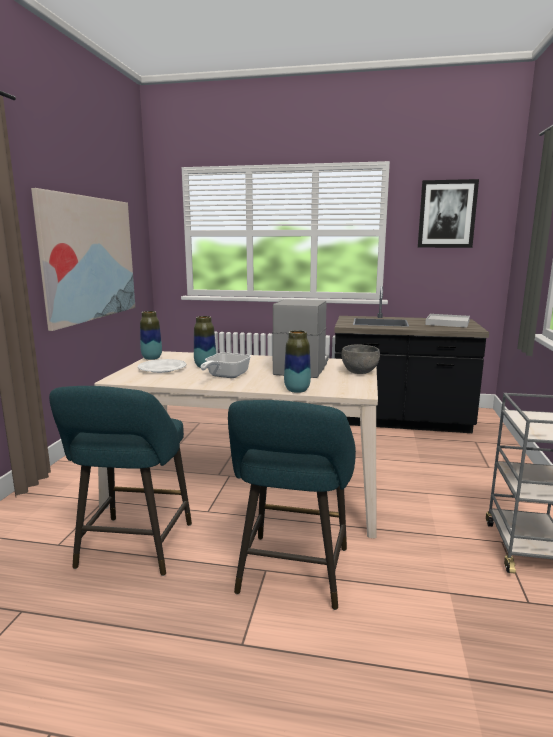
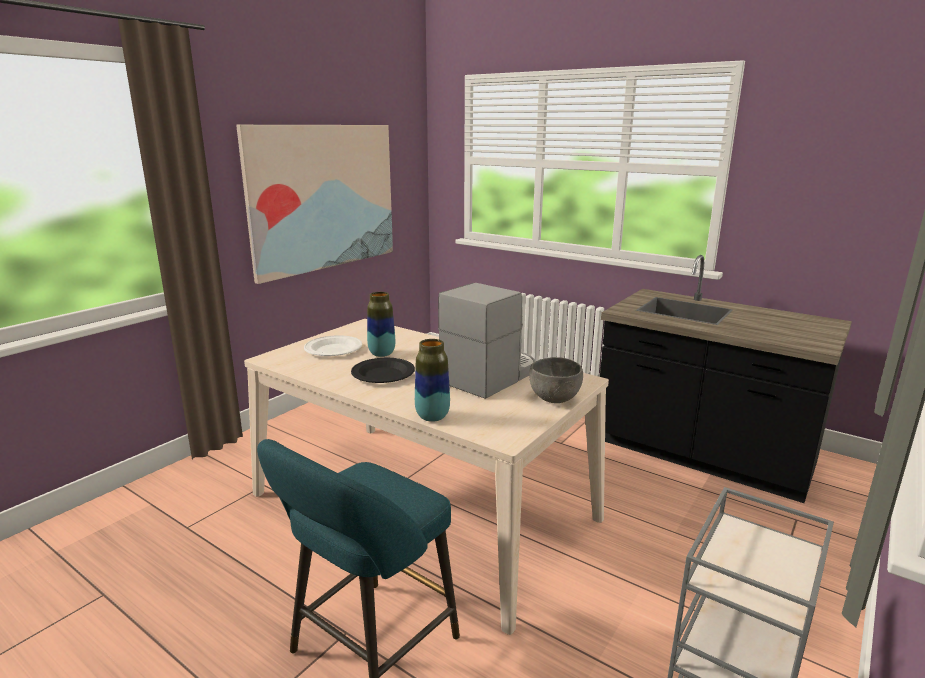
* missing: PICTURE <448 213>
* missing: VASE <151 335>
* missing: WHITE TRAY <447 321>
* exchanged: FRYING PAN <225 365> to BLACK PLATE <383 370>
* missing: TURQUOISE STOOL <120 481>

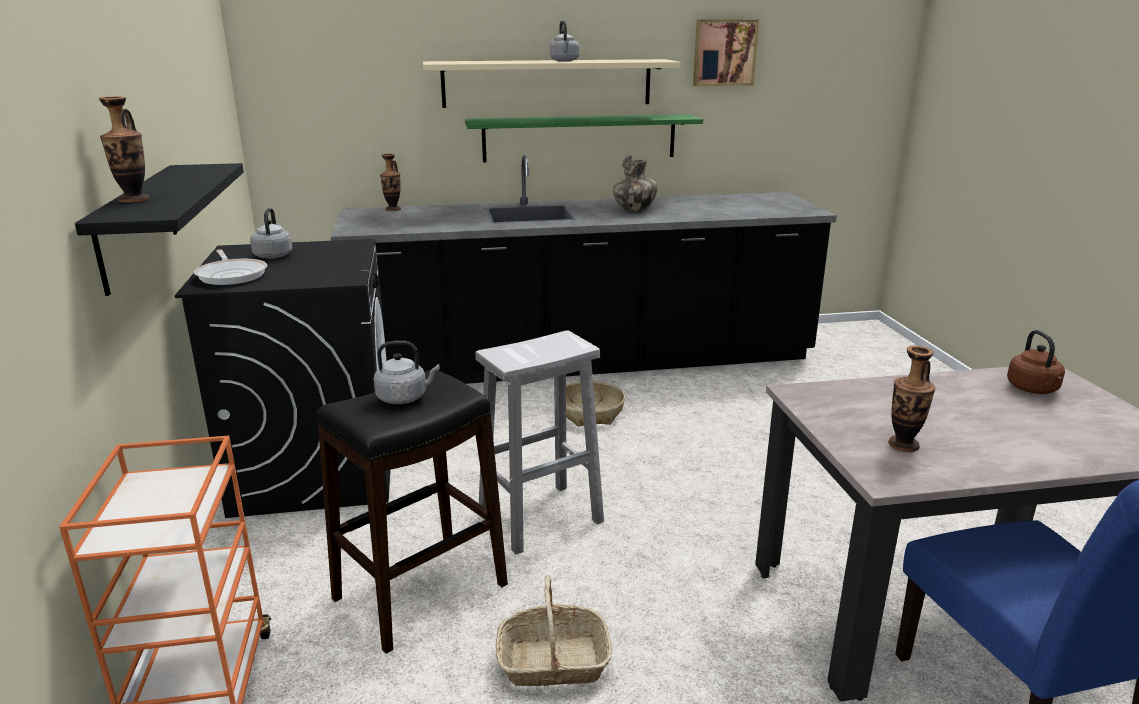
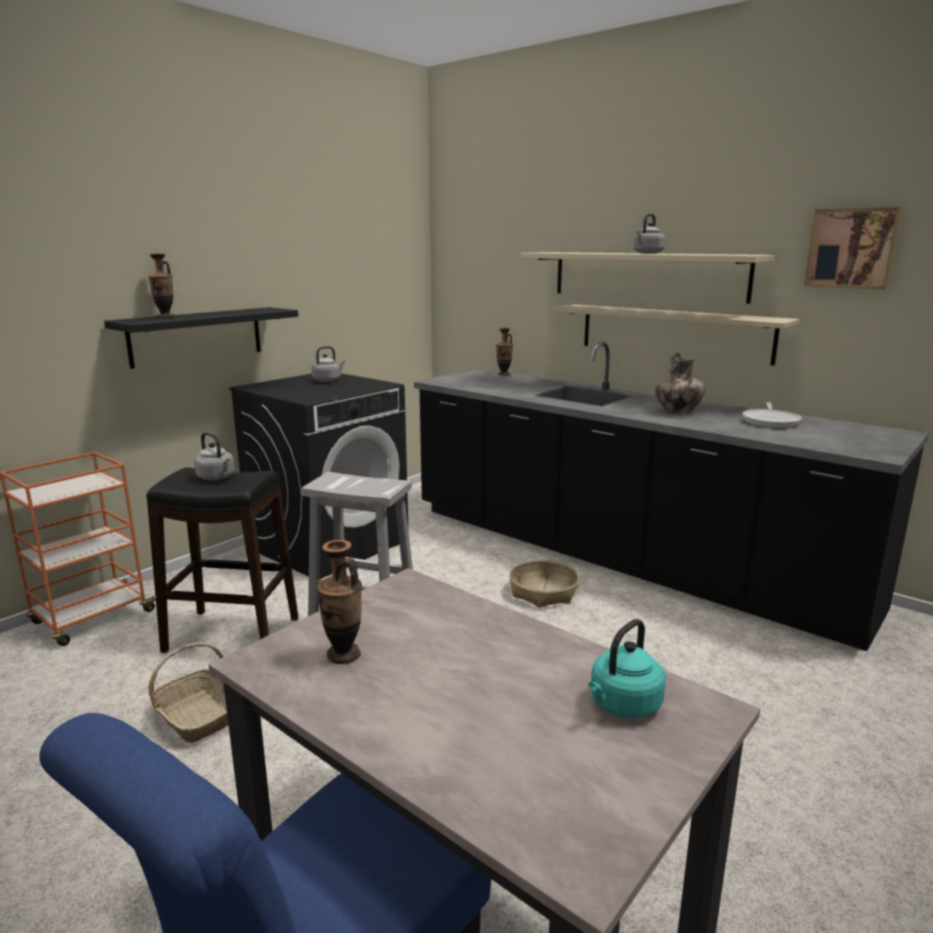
* colour: GREEN SHELF <584 138> to BEIGE SHELF <676 335>
* relocated: FRYING PAN <230 267> to <772 415>
* colour: BROWN KETTLE <1036 362> to TURQUOISE KETTLE <627 668>

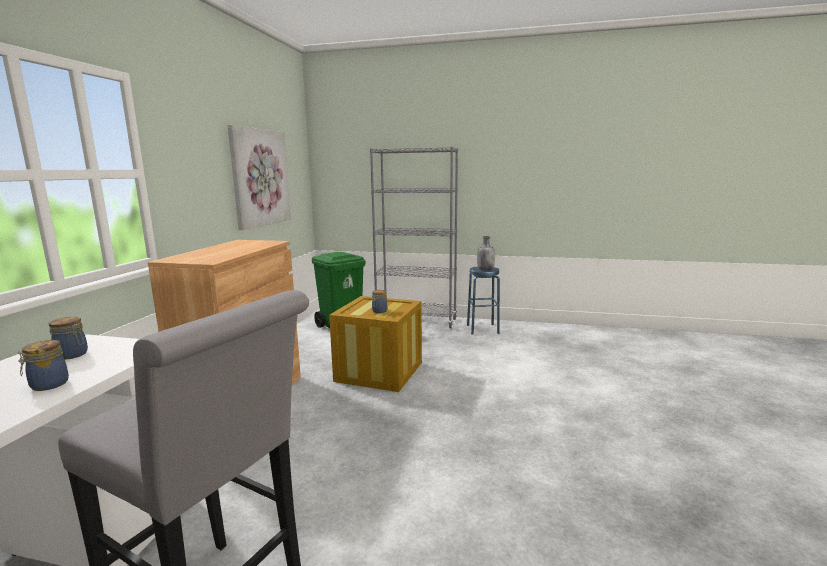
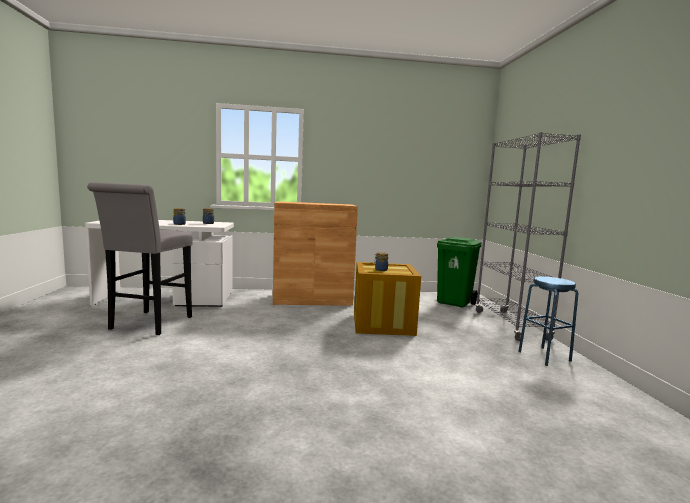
* missing: PICTURE <259 177>
* missing: GREY BOTTLE <486 253>

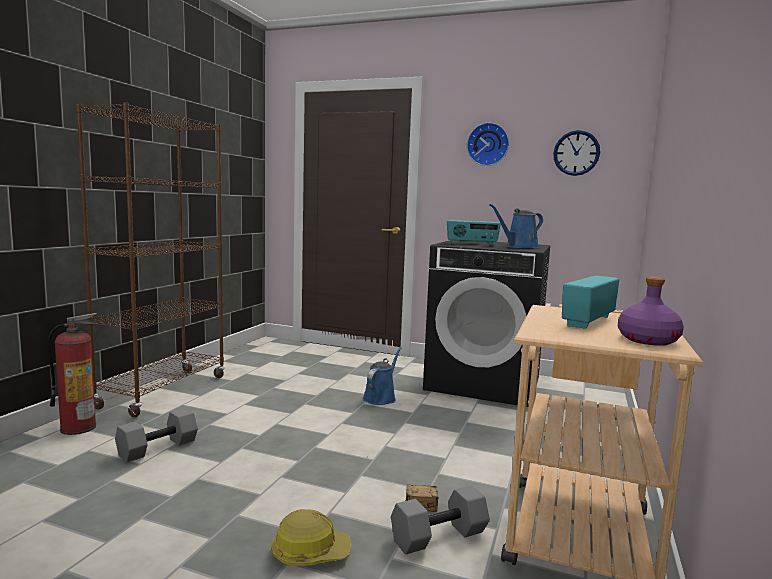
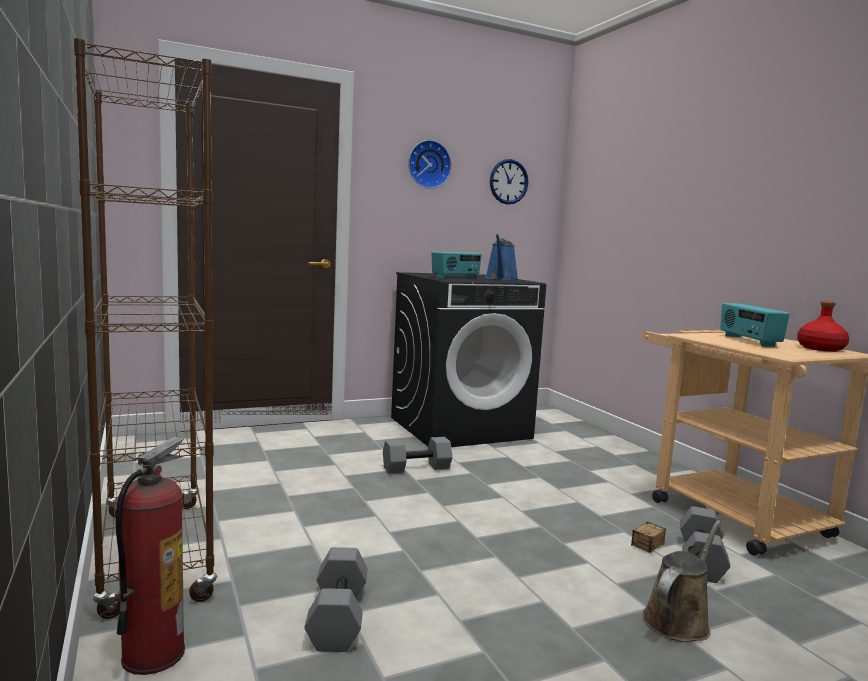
* colour: PURPLE BOTTLE <651 311> to RED BOTTLE <823 326>
* exchanged: BLUE WATERING CAN <382 376> to GREY DUMBBELL <417 455>
* exchanged: HARD HAT <311 537> to BROWN WATERING CAN <681 581>

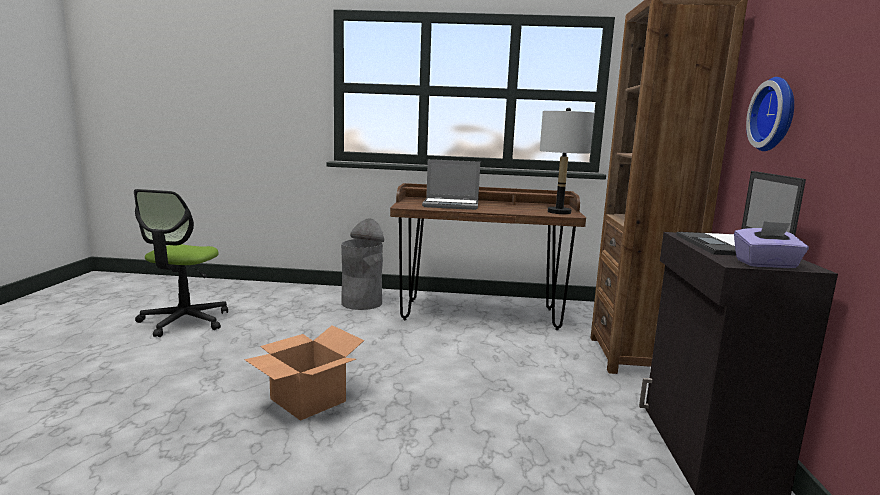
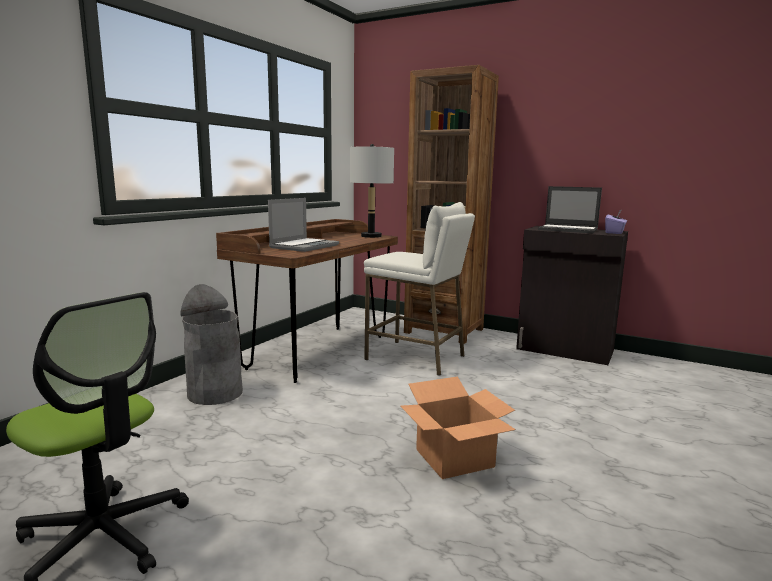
* missing: WALL CLOCK <770 114>
* appeared: WHITE STOOL <419 289>

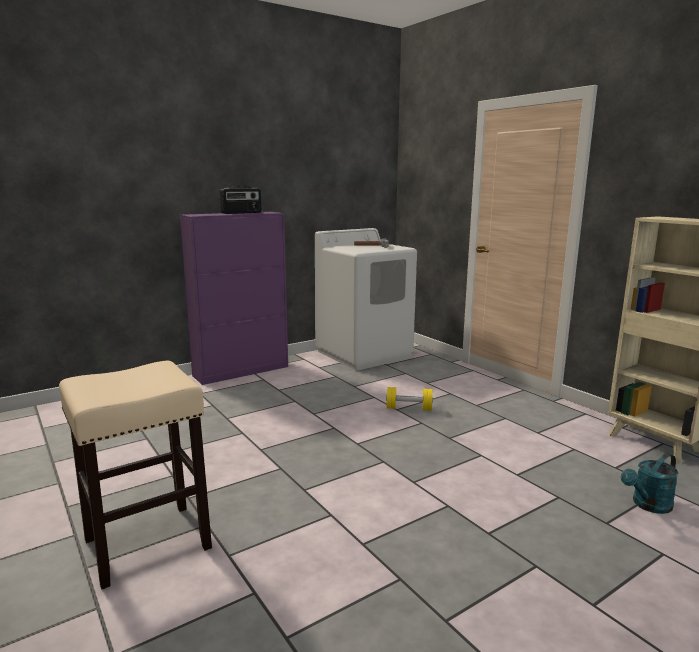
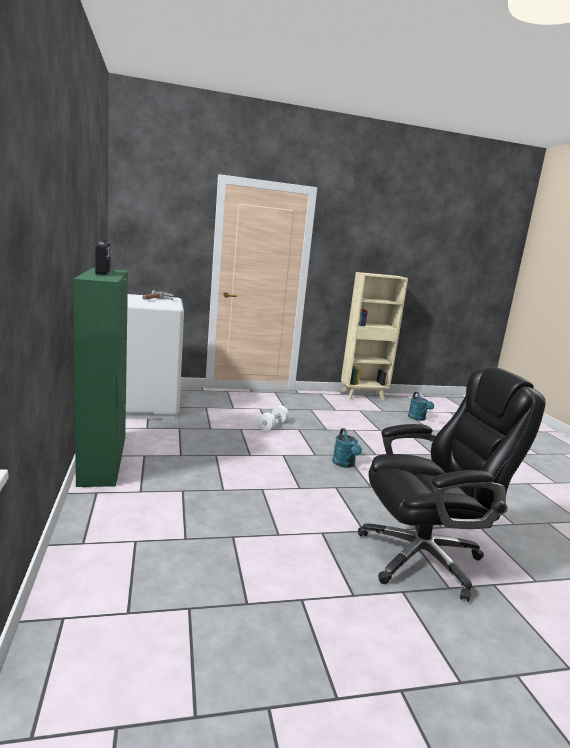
* colour: PURPLE CABINET <234 298> to GREEN CABINET <100 377>
* exchanged: BEIGE STOOL <135 475> to BLACK OFFICE CHAIR <452 484>
* colour: YELLOW DUMBBELL <409 399> to WHITE DUMBBELL <273 418>
* appeared: TURQUOISE WATERING CAN <347 448>

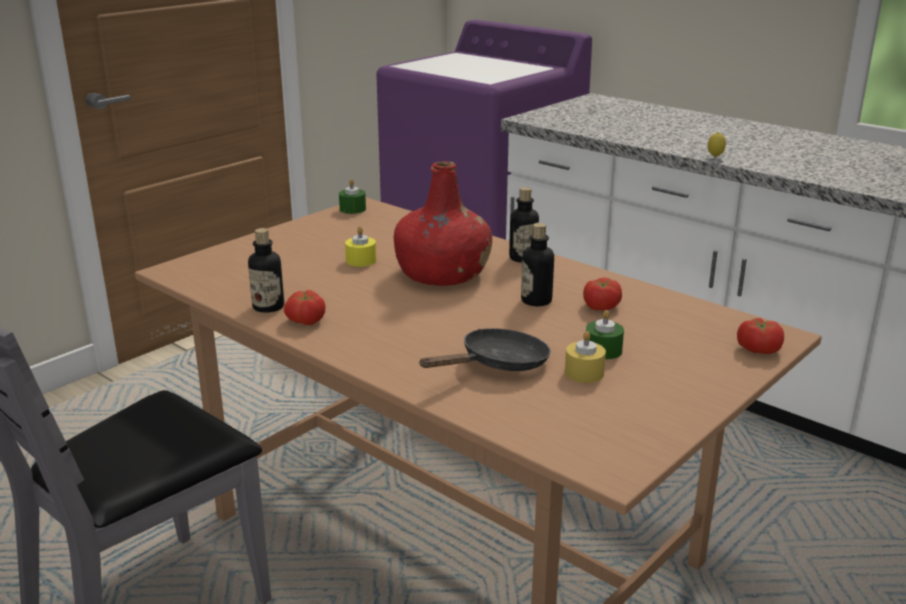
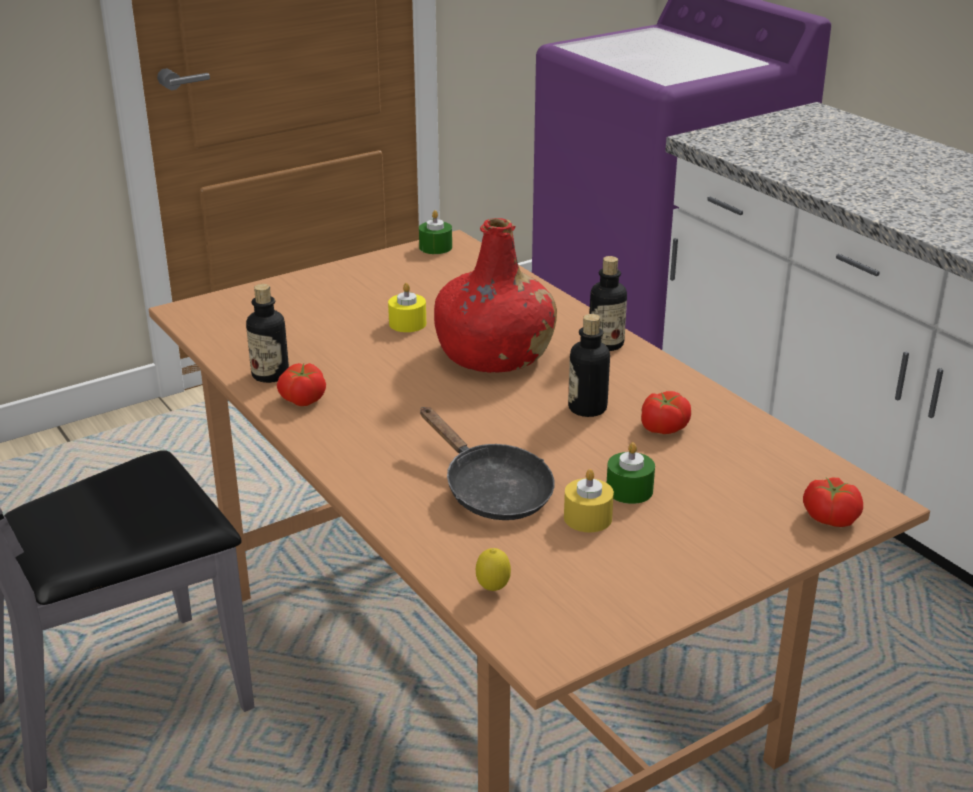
* relocated: LEMON <717 144> to <493 569>
* spun: BLACK FRYING PAN <485 349> = <487 463> 75 degrees clockwise

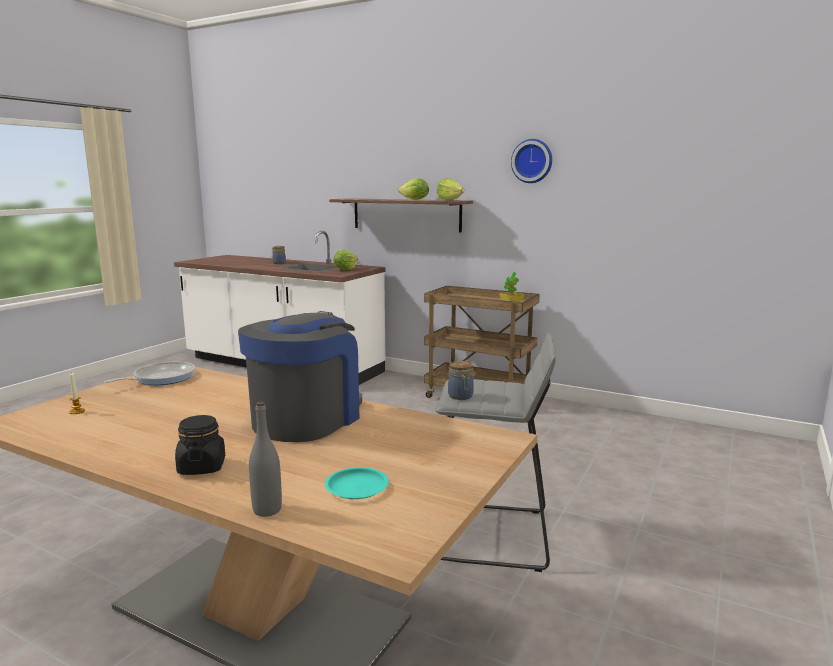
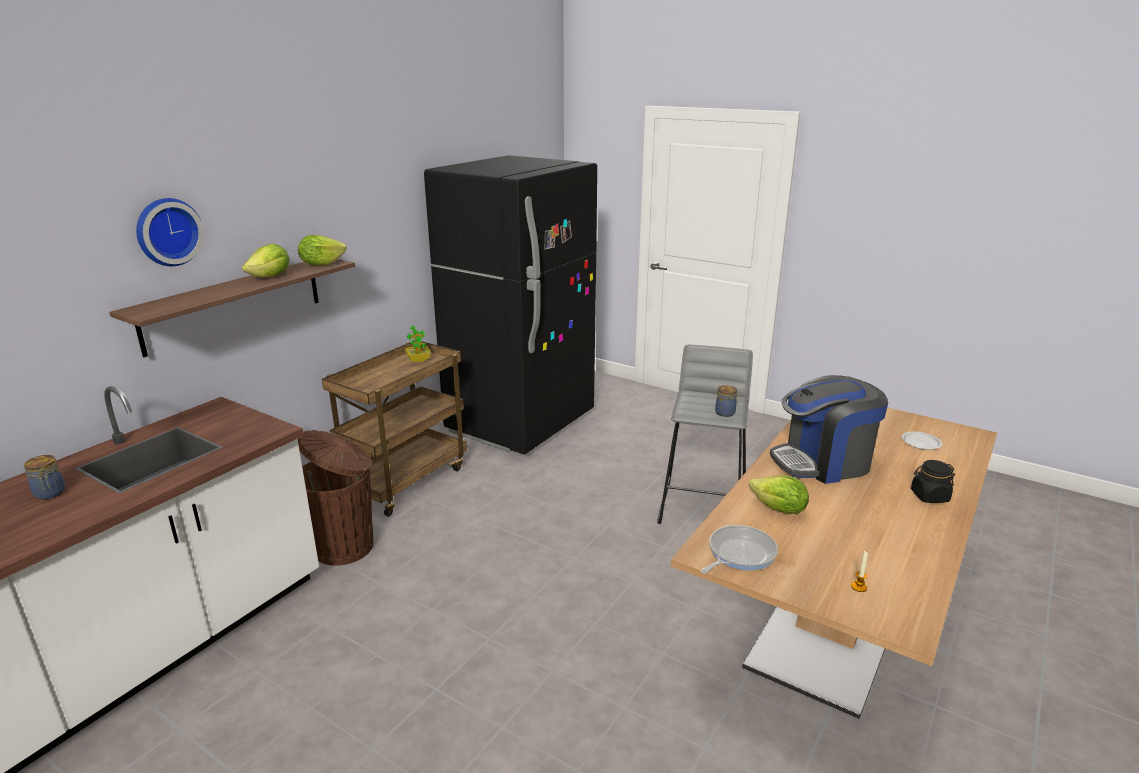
* relocated: WALL CLOCK <531 161> to <170 232>
* relocated: LETTUCE <345 260> to <779 494>
* spun: COFFEE MACHINE <300 376> = <829 429> 45 degrees counterclockwise
* spun: FRYING PAN <150 373> = <739 549> 90 degrees clockwise
* missing: GREY BOTTLE <265 459>
* colour: TURQUOISE PLATE <357 483> to WHITE PLATE <922 440>
* appeared: BLACK FRIDGE <510 305>
* appeared: BROWN TRASH CAN <335 498>

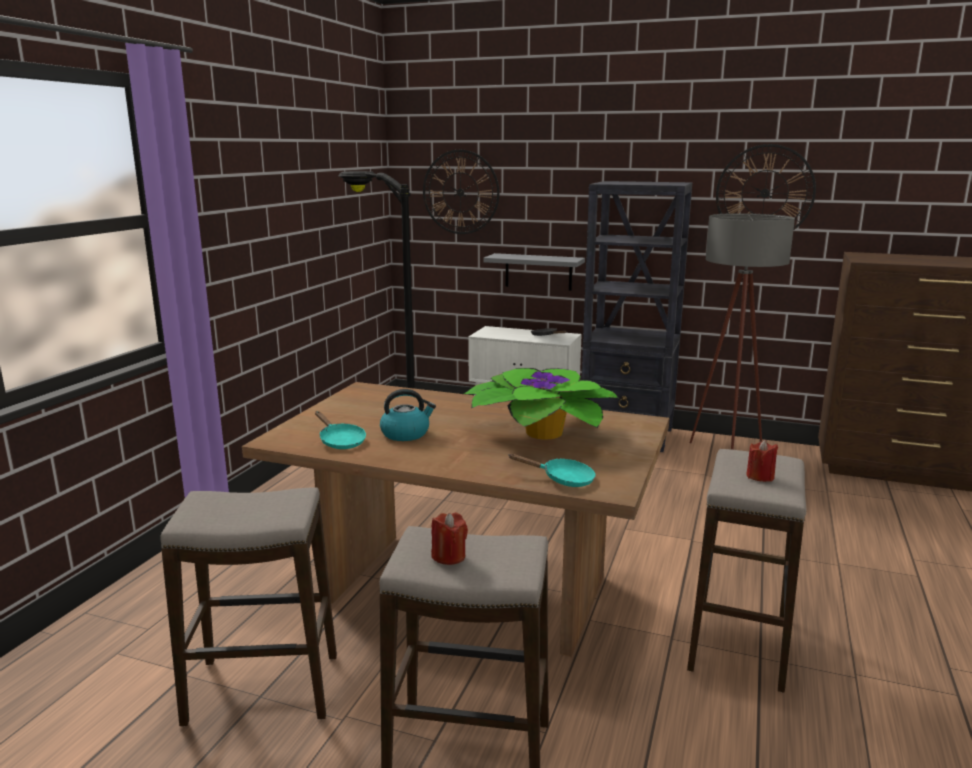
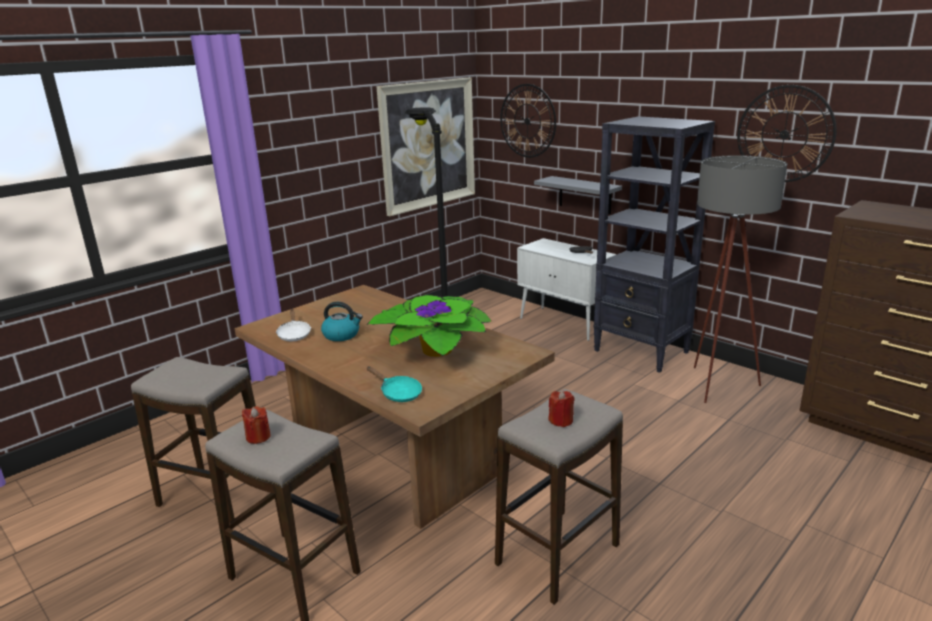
* colour: TURQUOISE FRYING PAN <340 430> to WHITE FRYING PAN <293 325>
* appeared: PICTURE <425 147>

